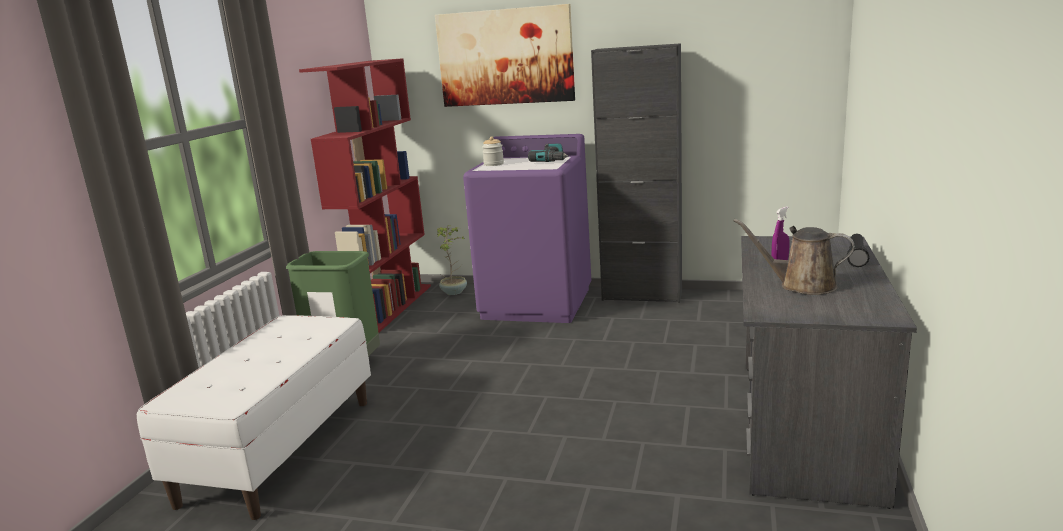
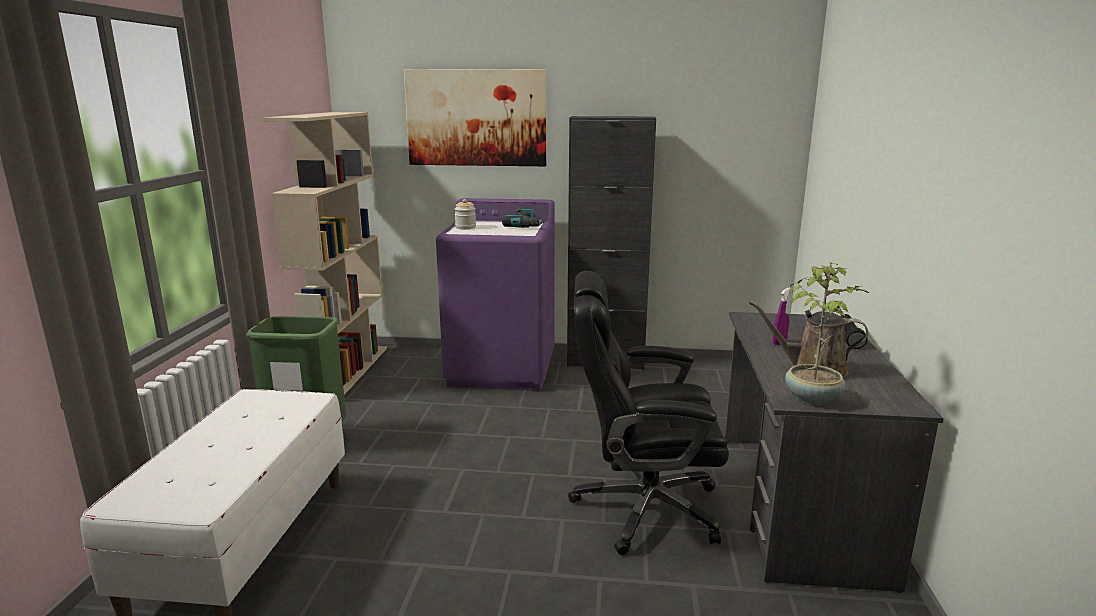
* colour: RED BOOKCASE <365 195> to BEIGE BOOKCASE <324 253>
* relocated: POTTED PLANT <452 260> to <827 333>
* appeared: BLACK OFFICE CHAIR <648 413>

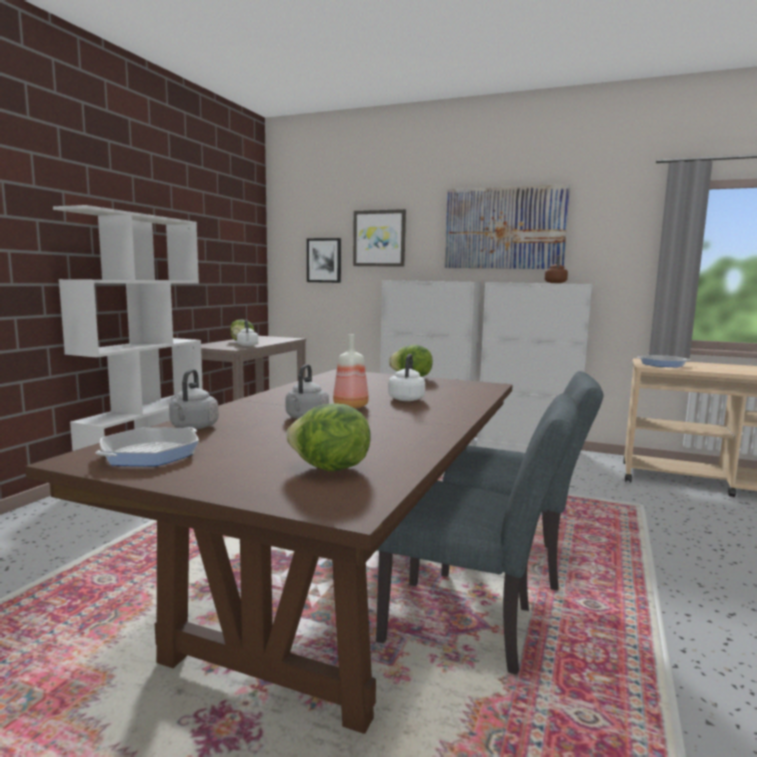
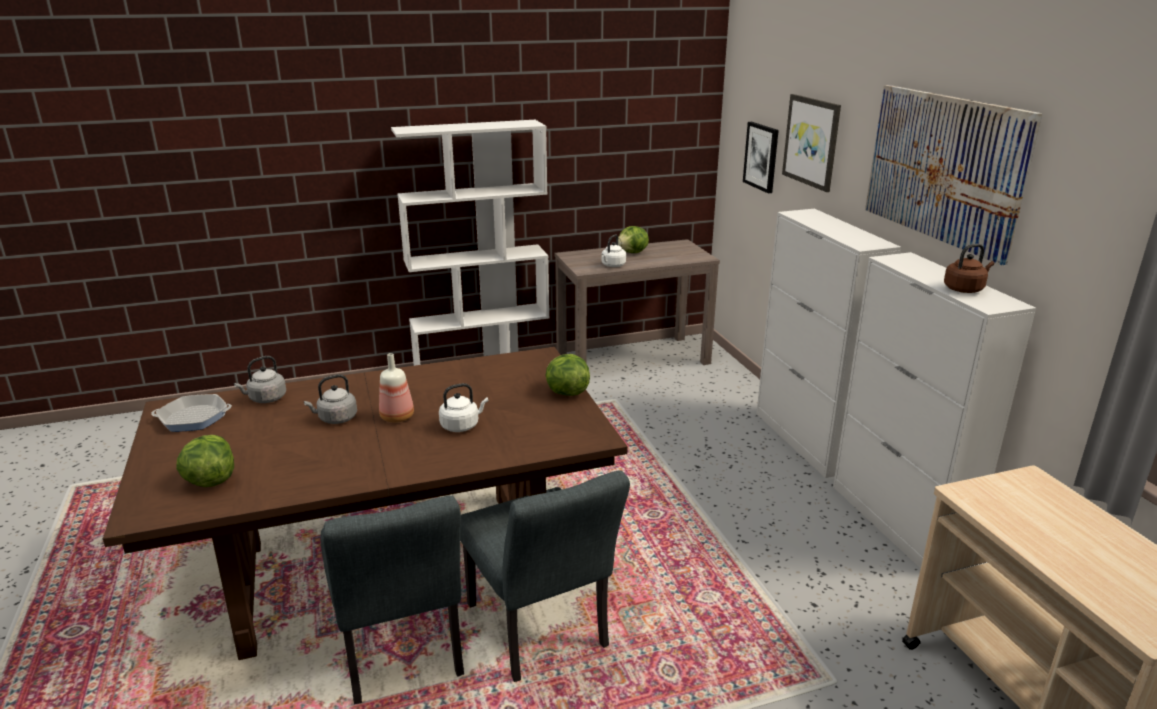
* missing: FRYING PAN <664 361>

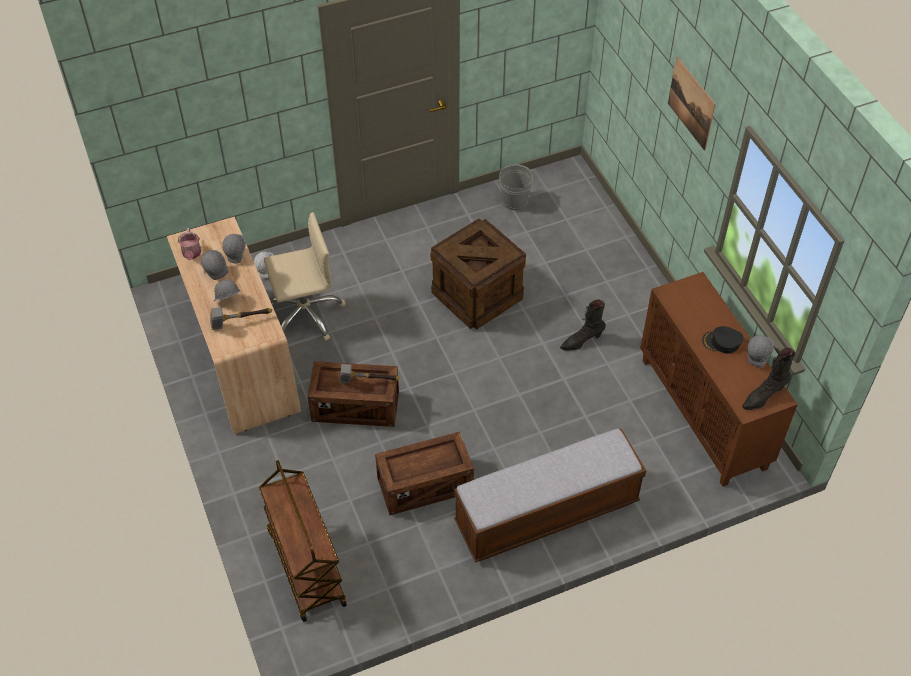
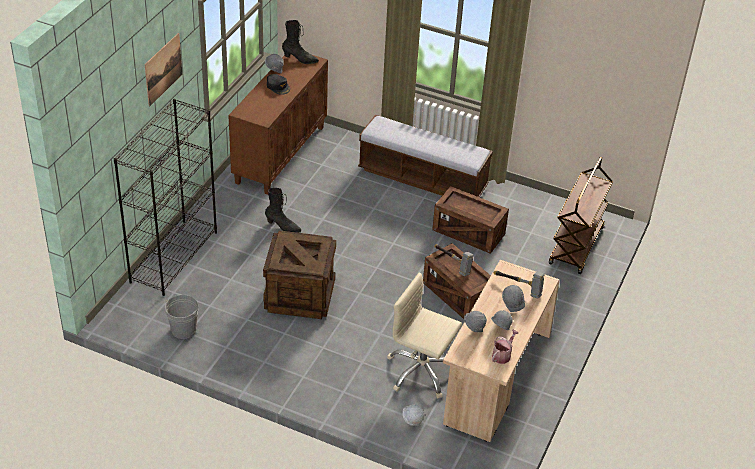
* appeared: BLACK BOOKCASE <165 197>

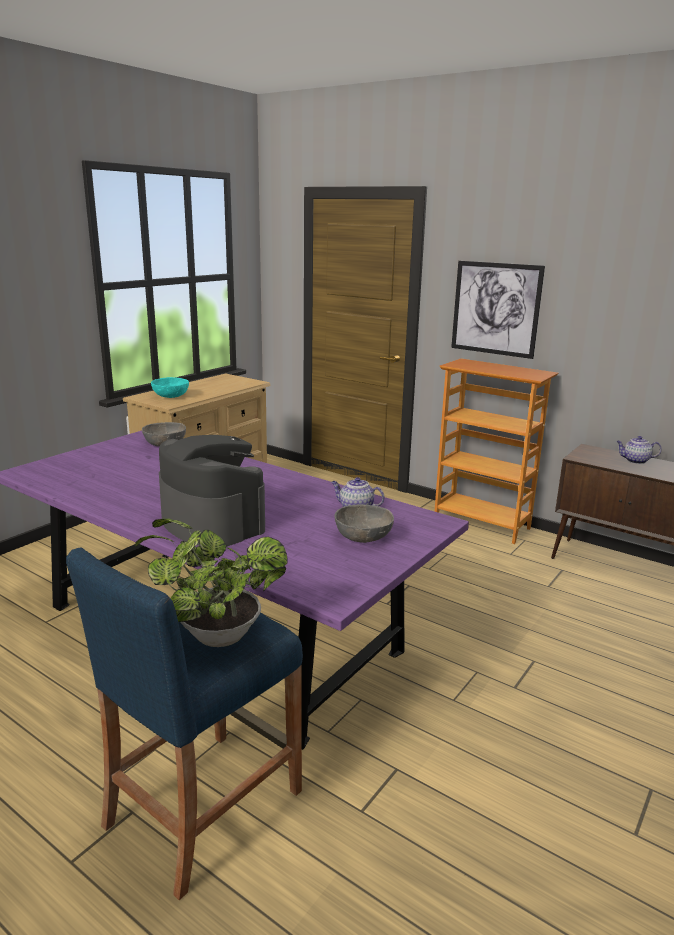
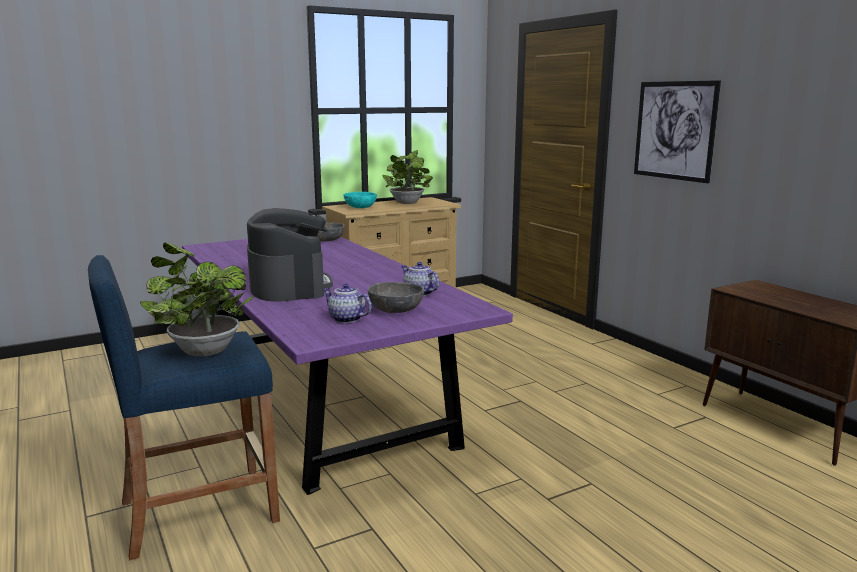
* missing: BOOKCASE <497 451>
* relocated: TEAPOT <639 450> to <347 303>
* appeared: POTTED PLANT <407 177>

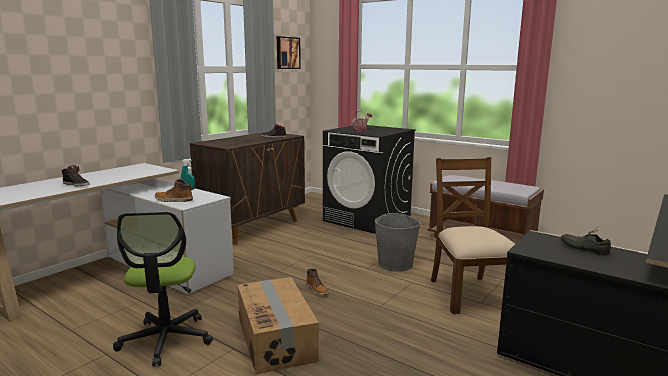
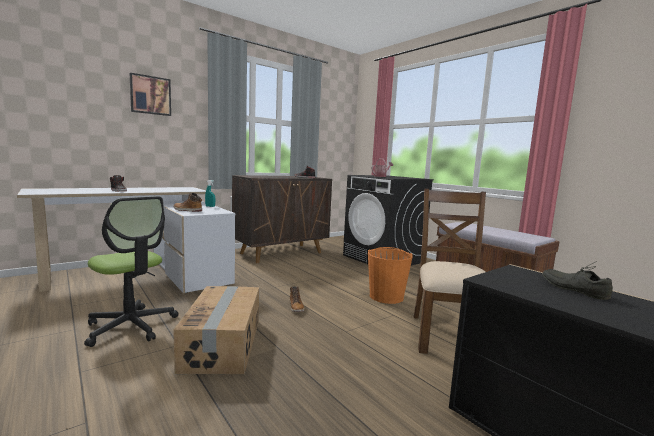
* relocated: PICTURE <289 52> to <150 94>
* spun: OFFICE CHAIR <163 289> = <131 271> 60 degrees counterclockwise
* colour: GREY BUCKET <397 242> to ORANGE BUCKET <390 275>

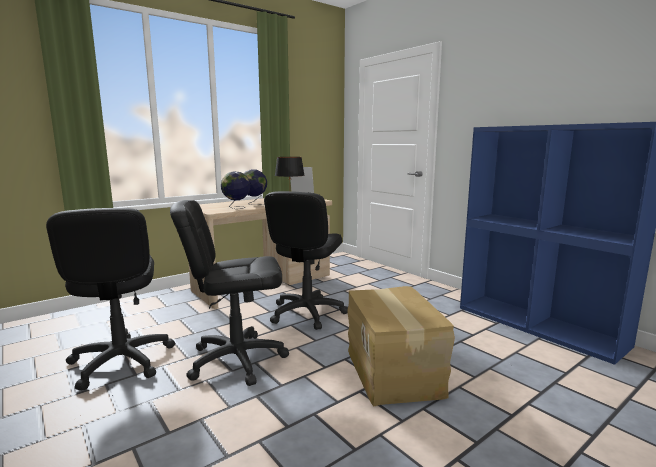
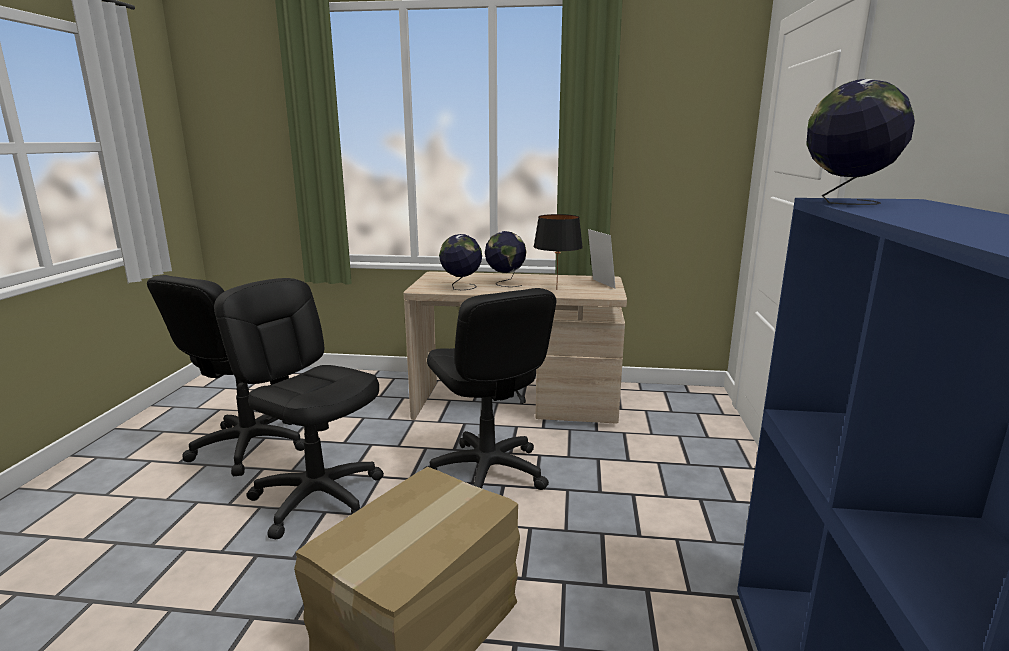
* spun: BLACK OFFICE CHAIR <306 260> = <490 389> 90 degrees counterclockwise
* appeared: GLOBE <860 142>

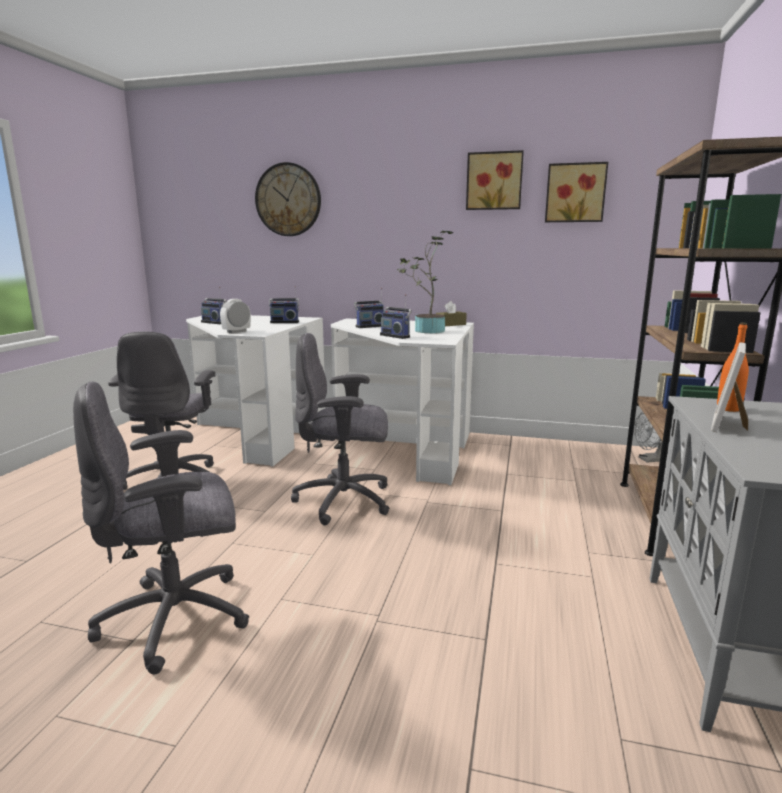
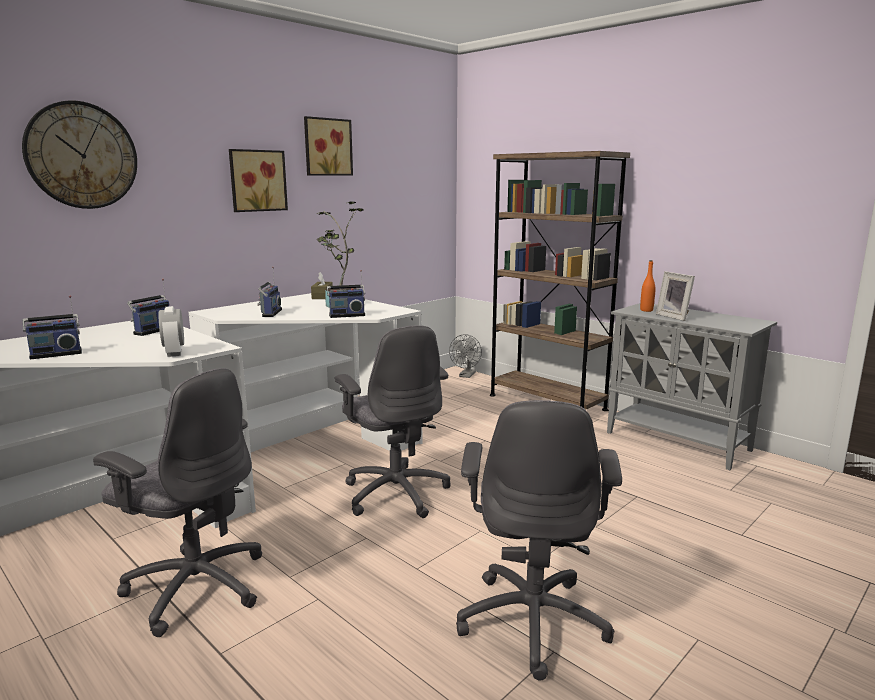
* relocated: PICTURE <576 192> to <258 180>
* spun: GREY OFFICE CHAIR <340 429> = <393 421> 60 degrees counterclockwise

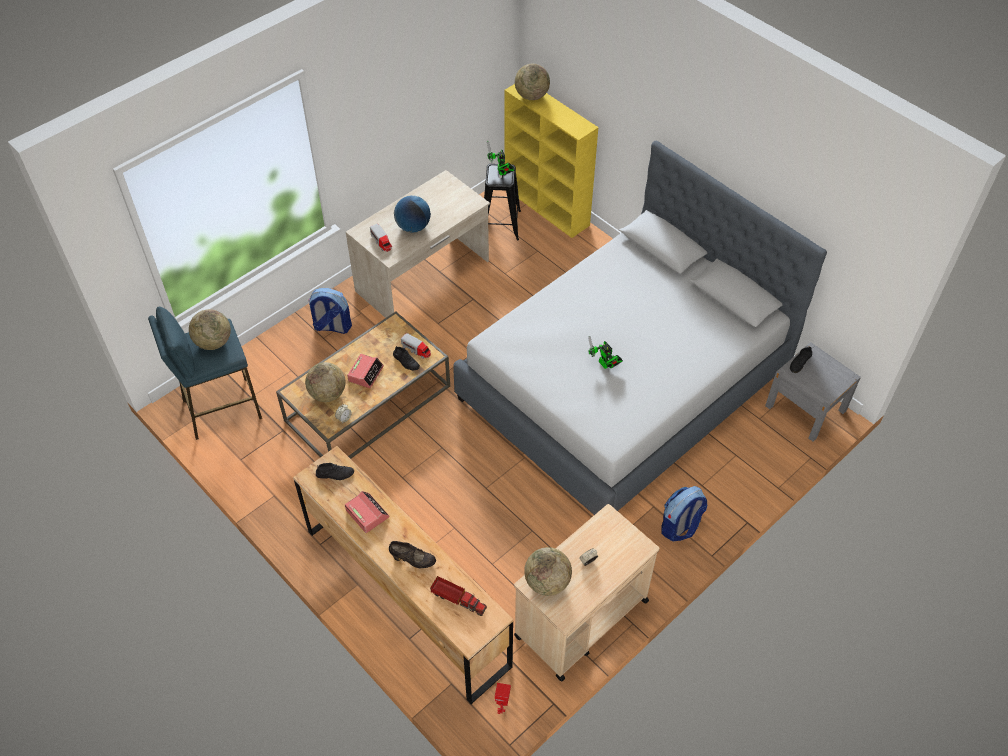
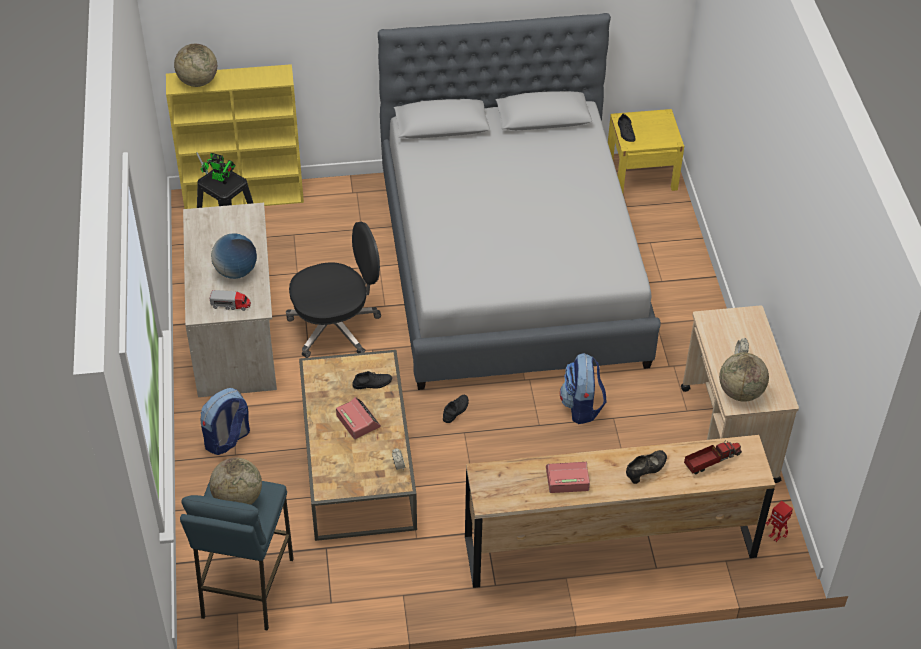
* missing: TOY TRUCK <416 346>
* missing: TOY ROBOT <605 352>
* colour: GREY NIGHTSTAND <813 392> to YELLOW NIGHTSTAND <646 151>
* missing: GLOBE <325 382>
* relocated: BLACK SHOE <335 471> to <456 409>
* relocated: BACKPACK <684 513> to <583 388>
* appeared: BLACK OFFICE CHAIR <333 290>

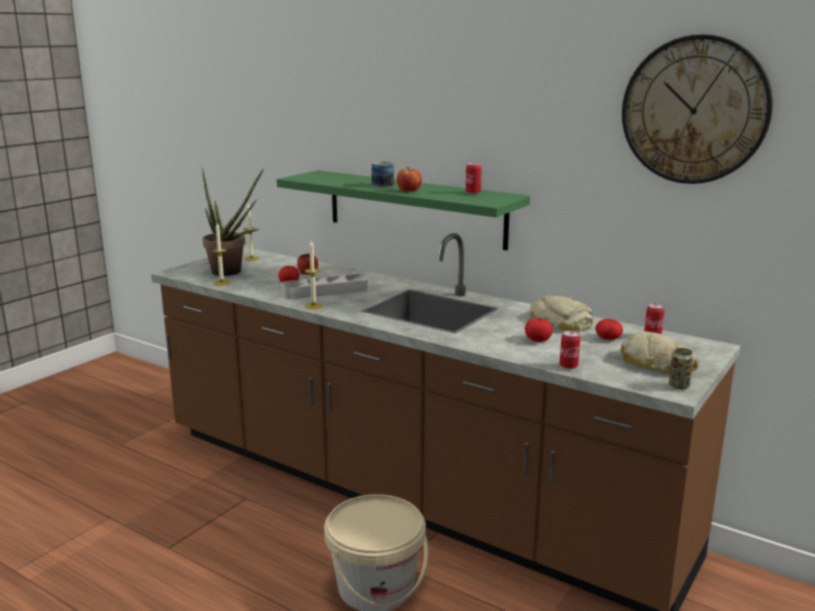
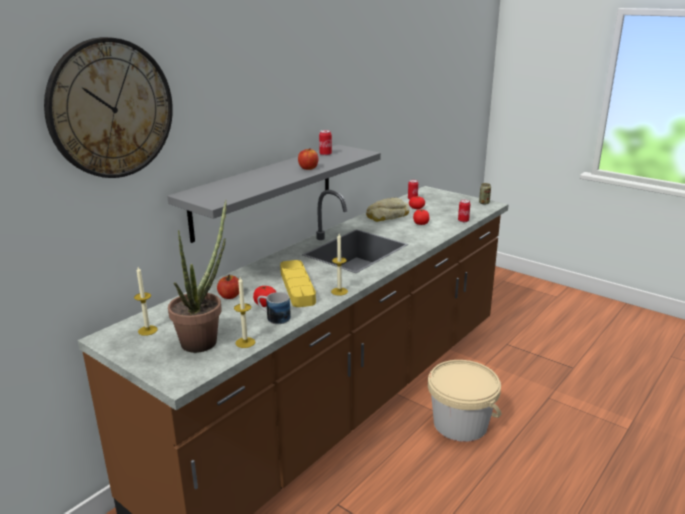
* relocated: WALL CLOCK <697 109> to <108 107>
* relocated: MUG <383 174> to <274 308>
* colour: GREEN SHELF <403 210> to GREY SHELF <274 194>
* colour: GREY TRAY <324 286> to YELLOW TRAY <298 283>
* missing: BREAD <660 352>

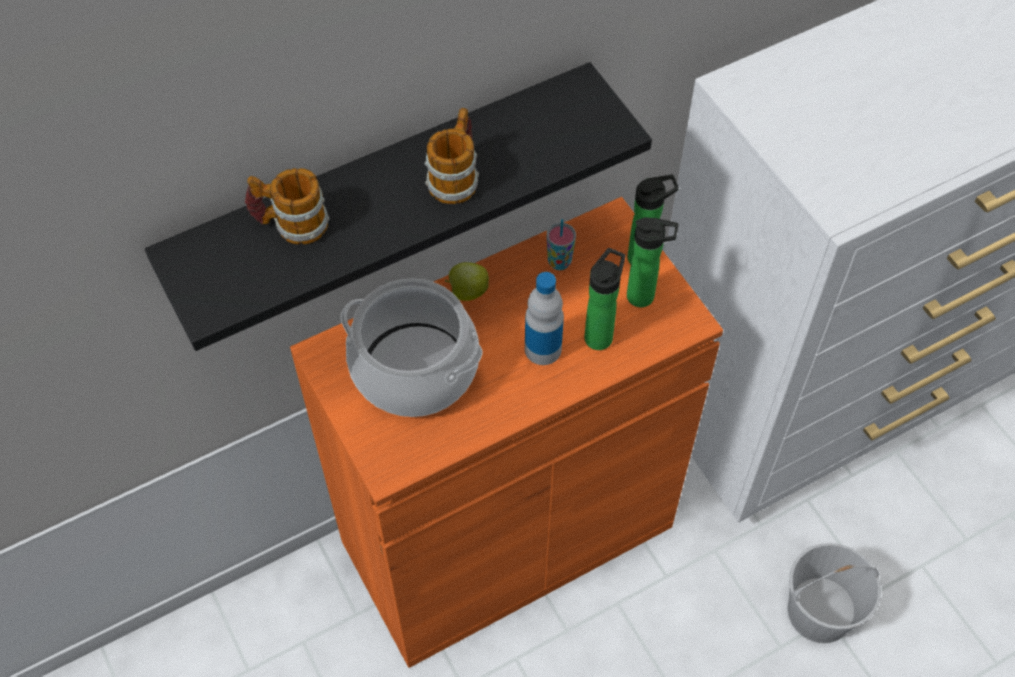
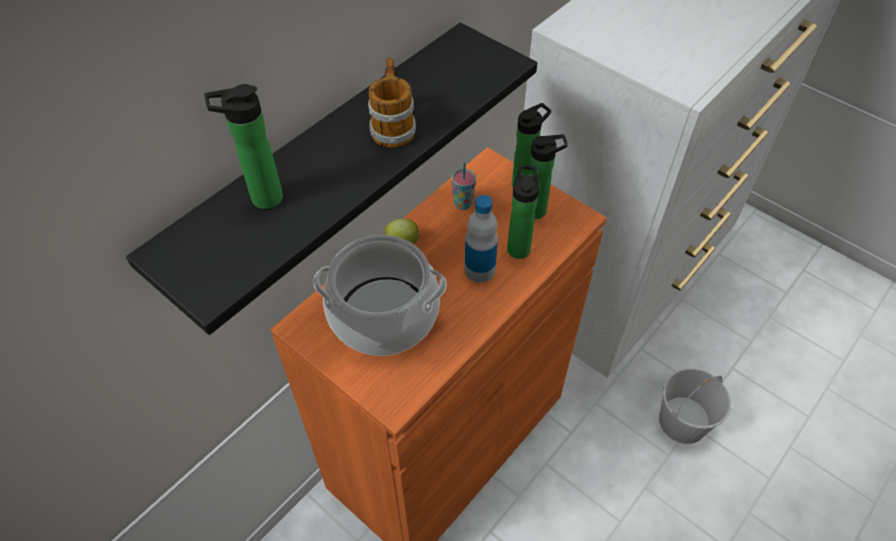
* exchanged: MUG <287 206> to BOTTLE <243 146>

